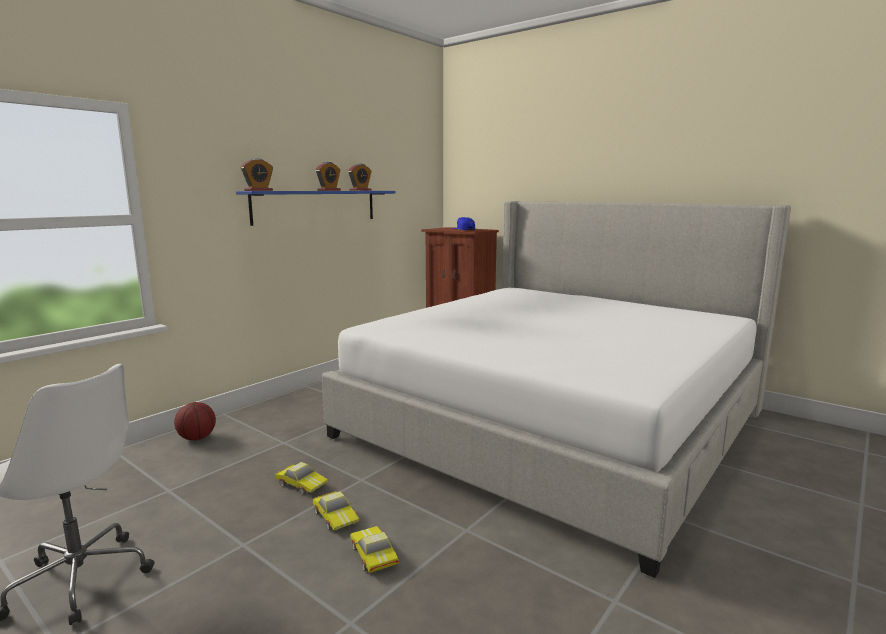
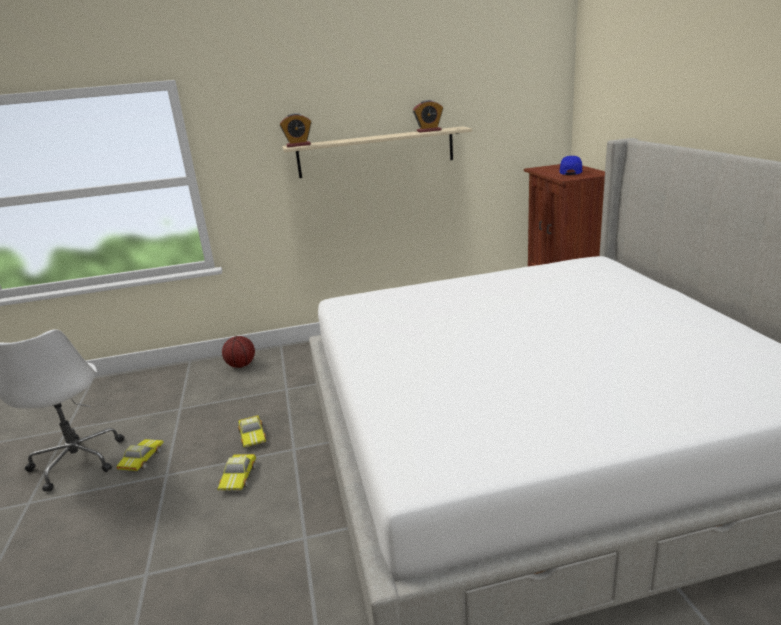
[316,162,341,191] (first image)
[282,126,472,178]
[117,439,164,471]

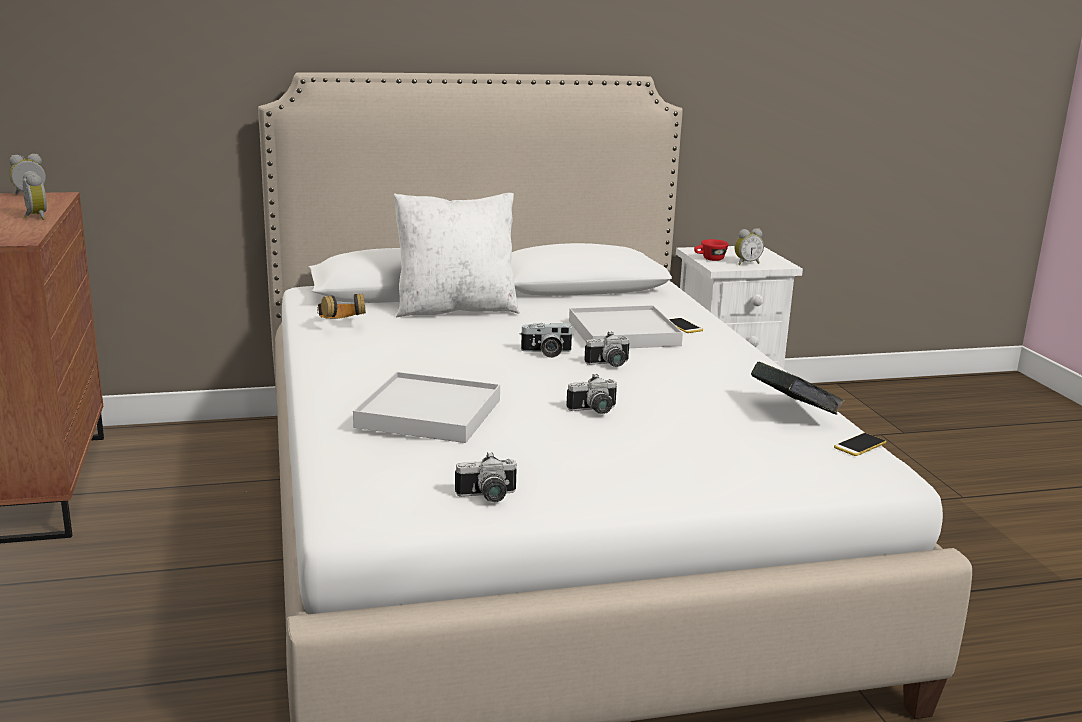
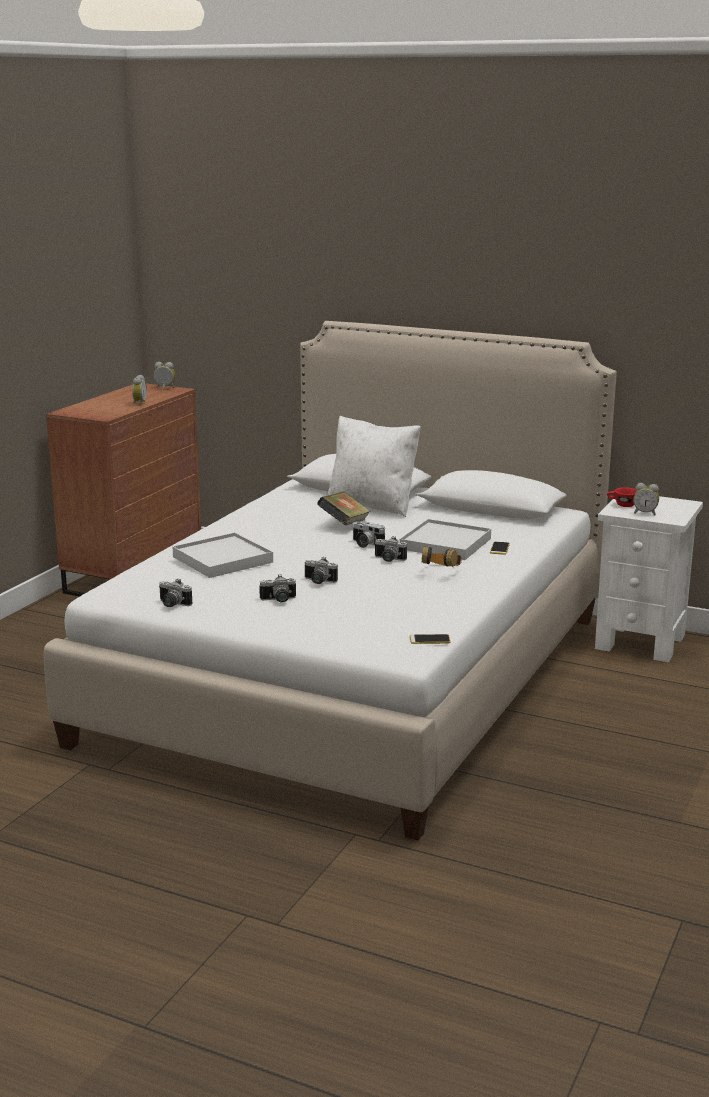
[422,547,462,567]
[317,492,371,525]
[259,574,296,603]

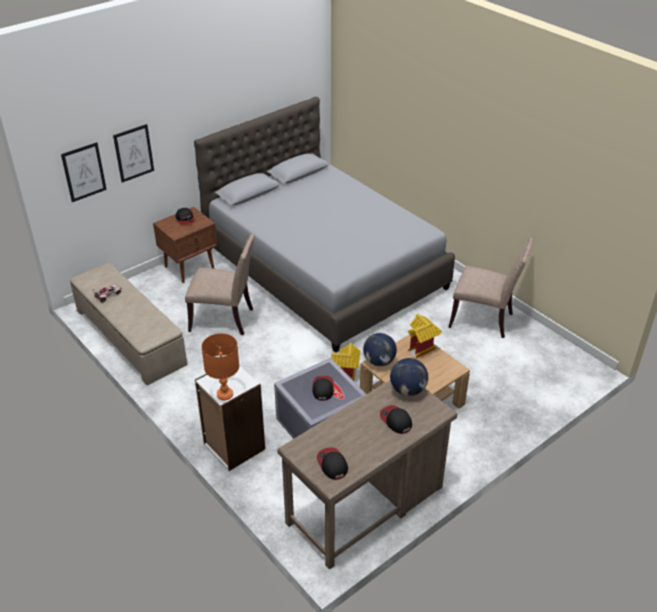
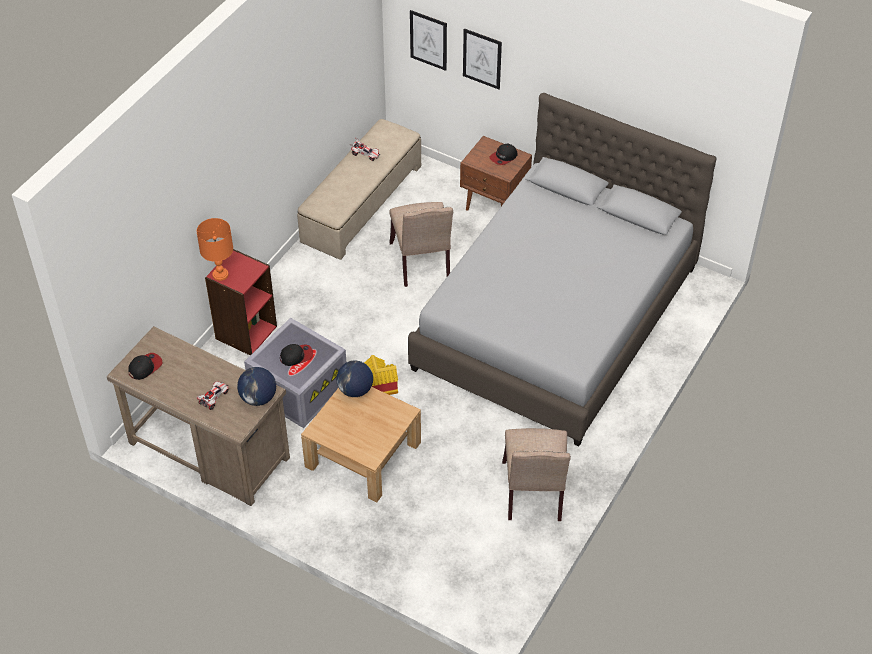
[408,314,442,358] (first image)
[205,249,277,355]
[196,381,228,410]

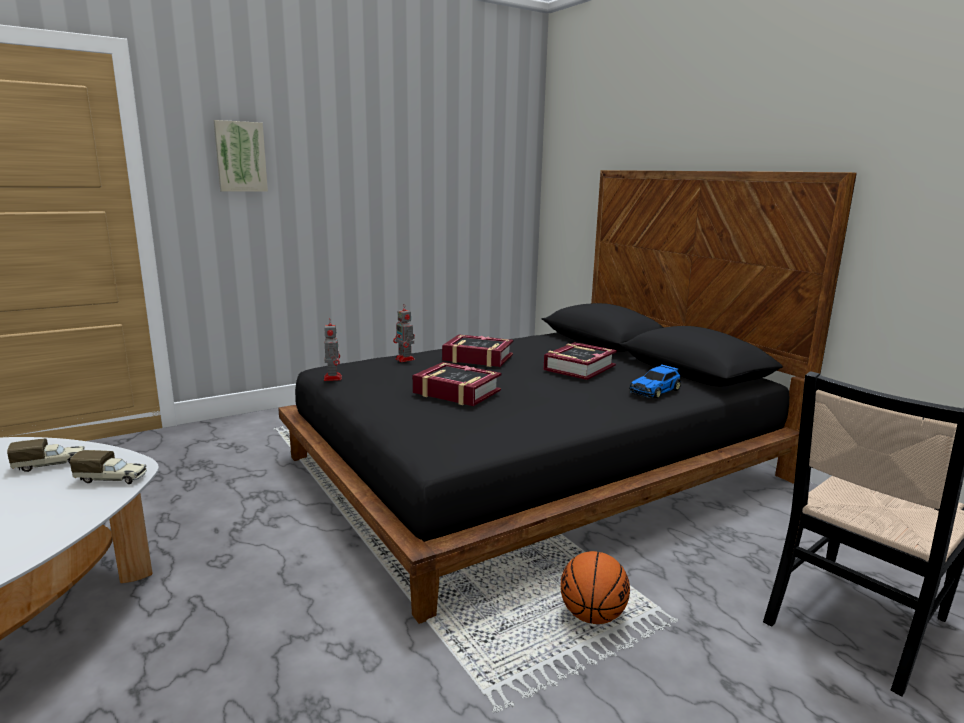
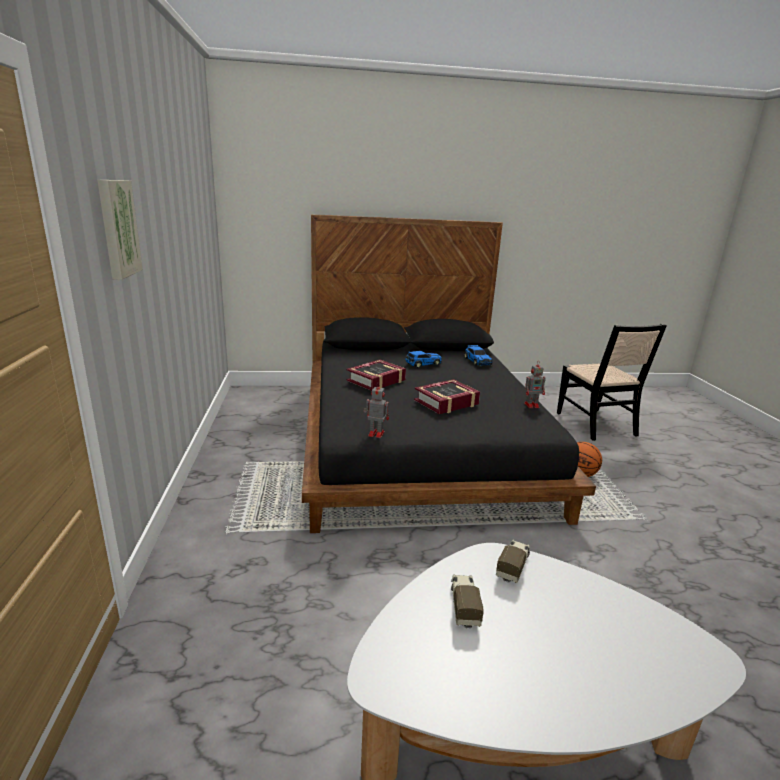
[524,361,546,408]
[405,351,442,368]

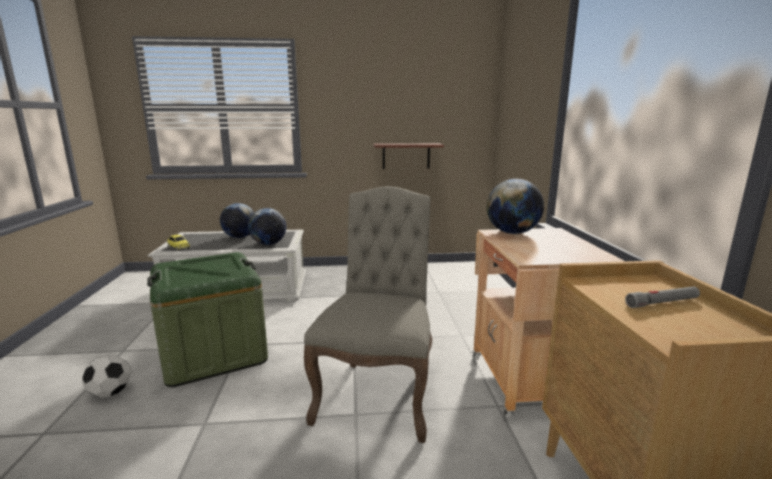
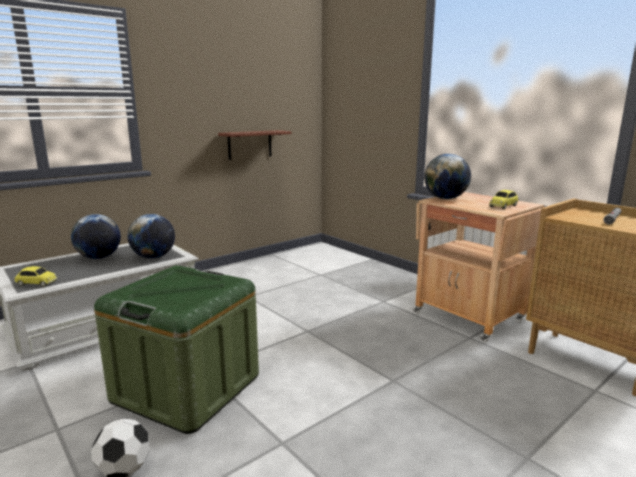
[304,186,432,443] (first image)
[489,190,518,209]

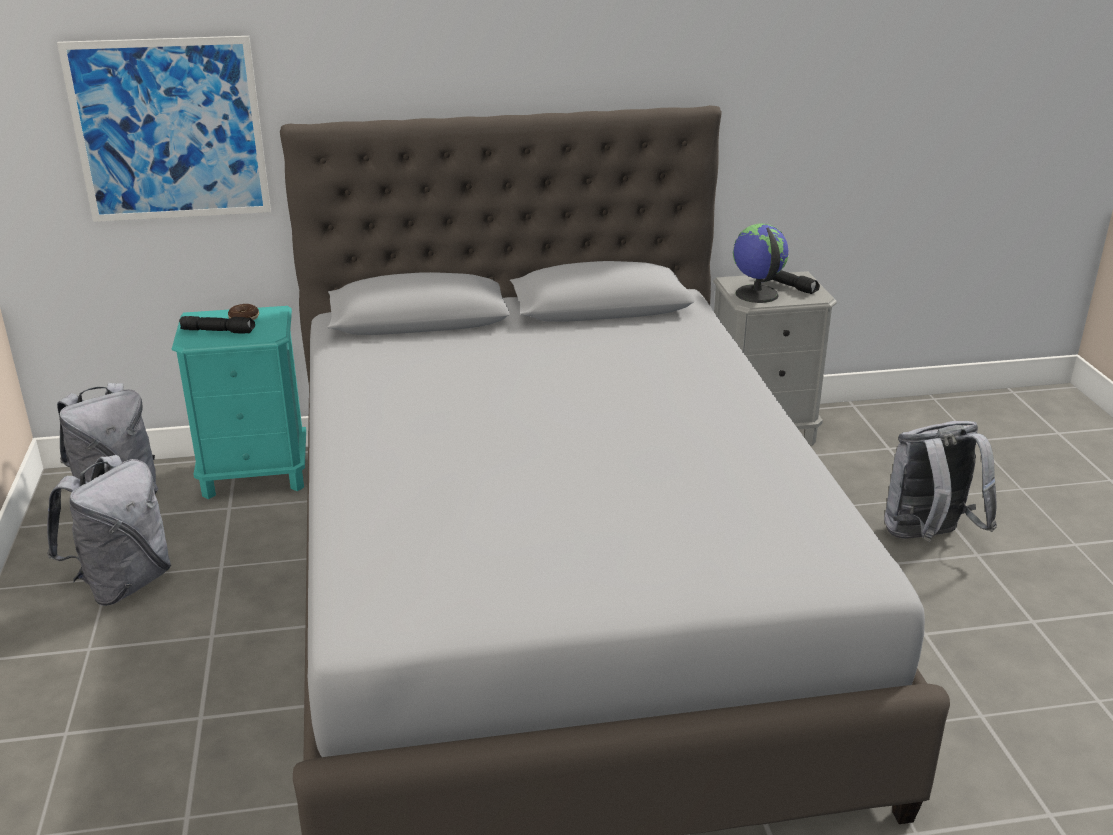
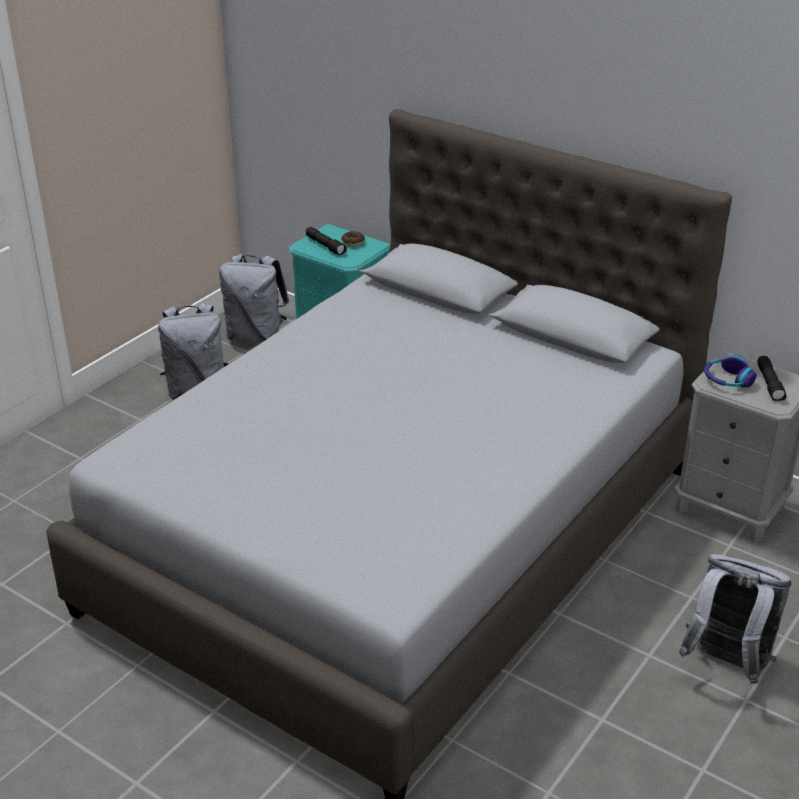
[57,36,271,222] (first image)
[704,355,757,388]

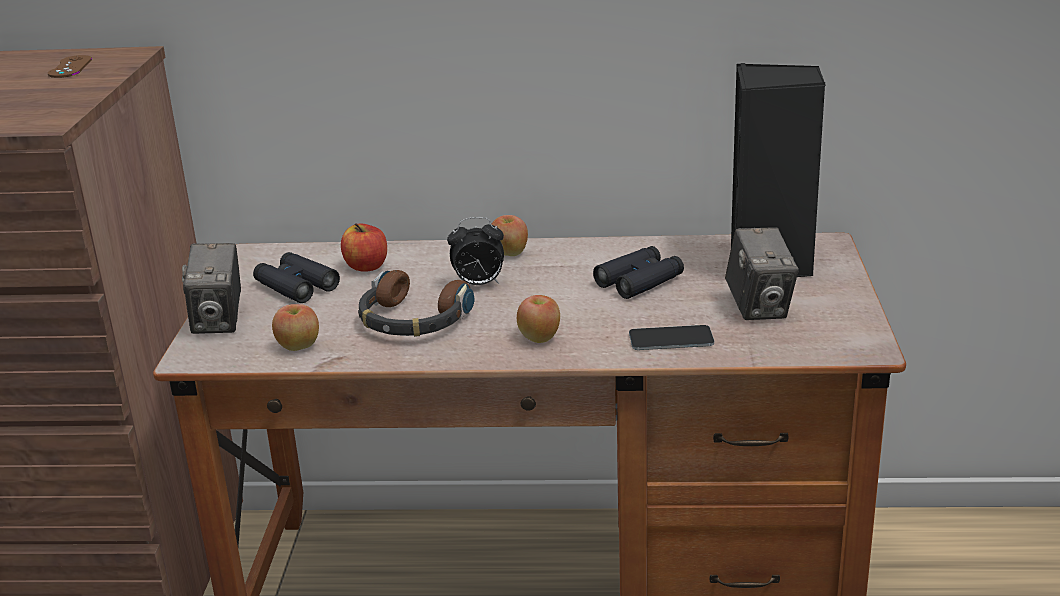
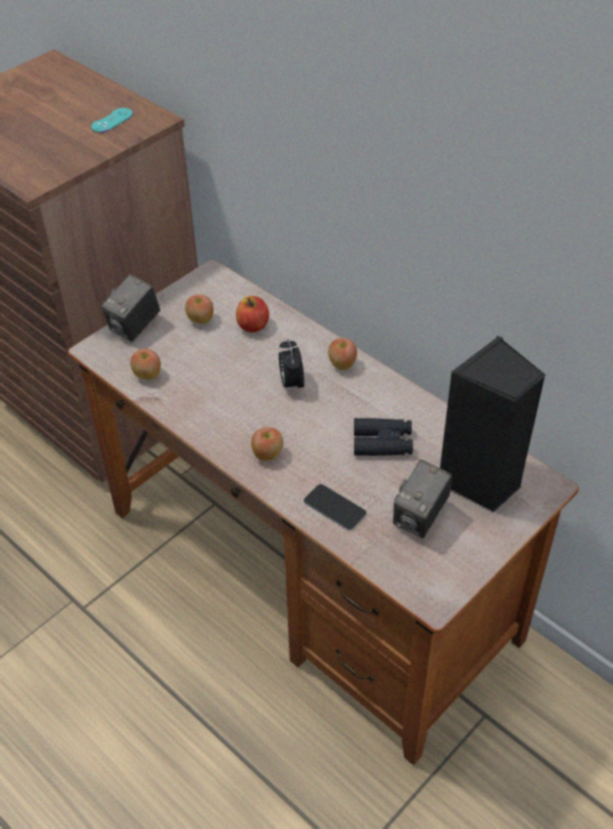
[91,108,133,133]
[279,339,304,394]
[185,294,214,325]
[358,270,474,337] (first image)

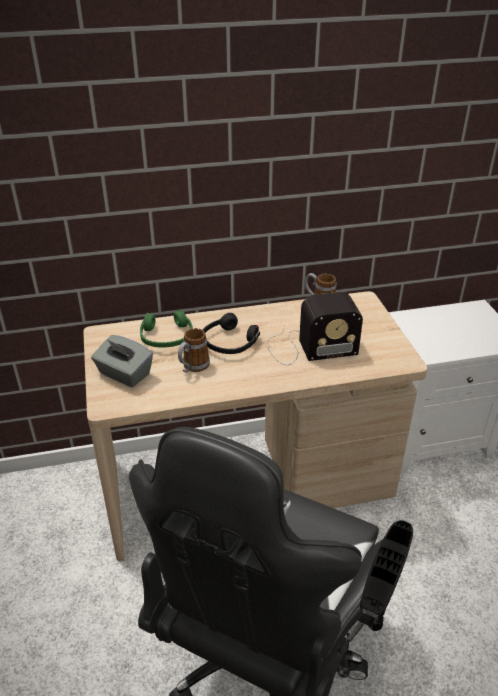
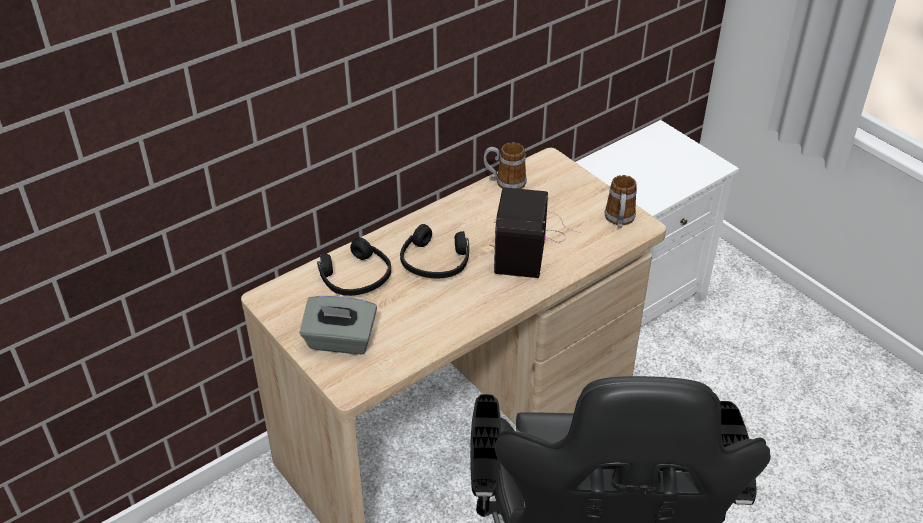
[489,187,580,278]
[317,237,391,296]
[605,175,637,228]

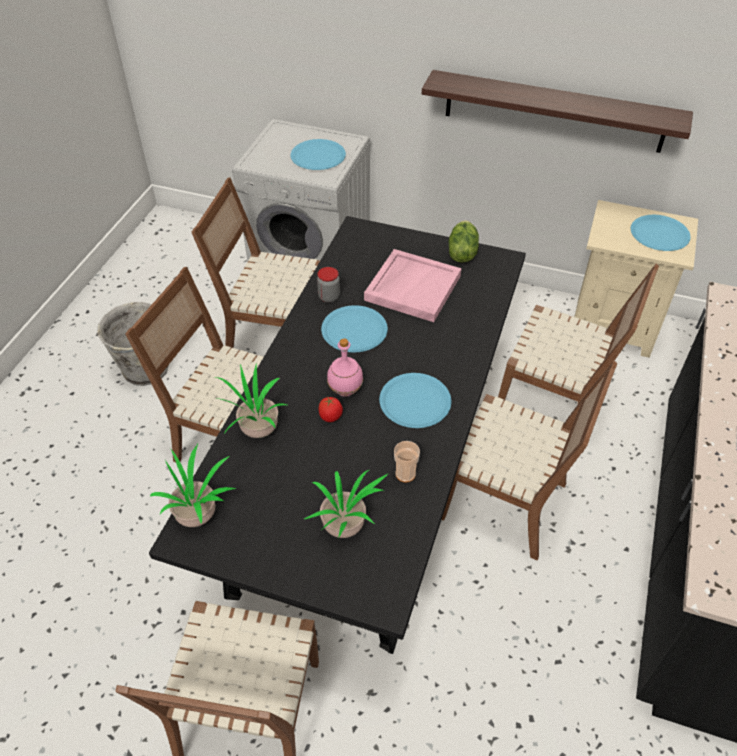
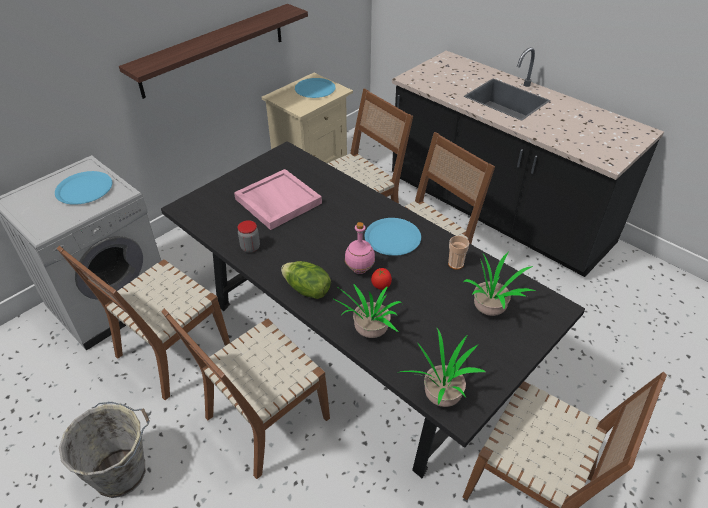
[281,261,331,299]
[321,305,388,352] (first image)

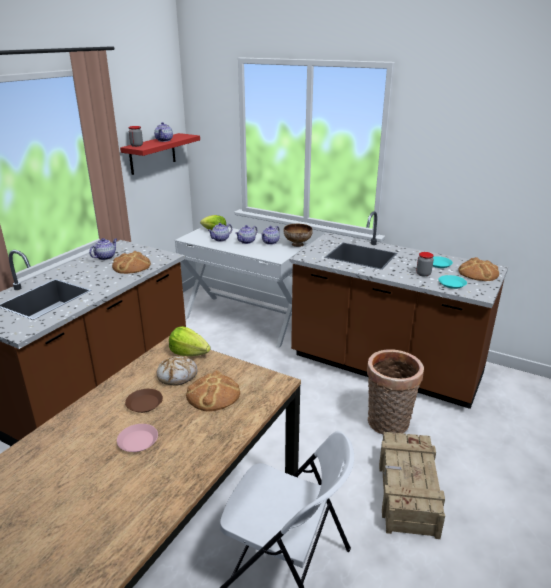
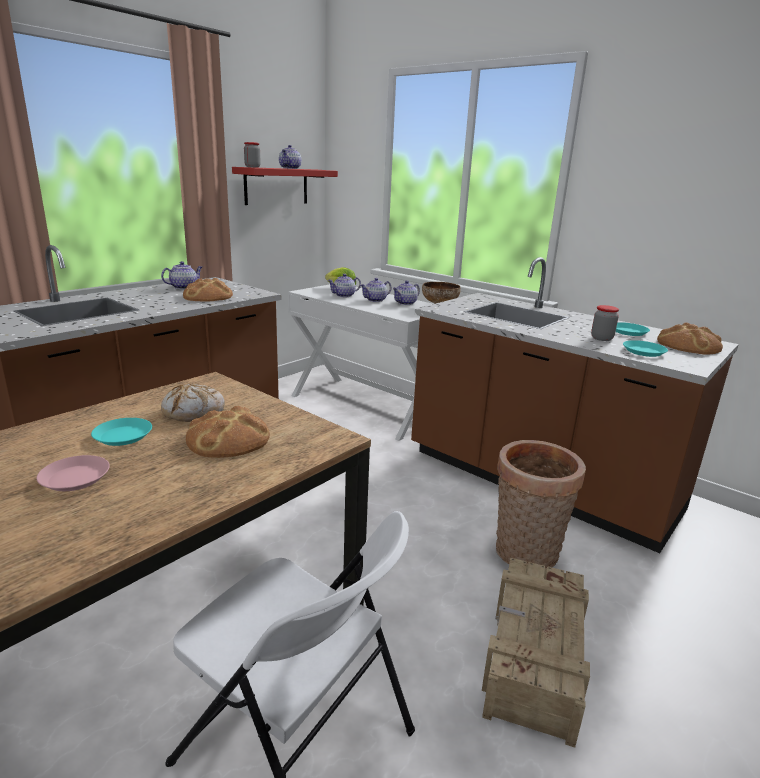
[169,326,211,356] (first image)
[91,418,152,446]

